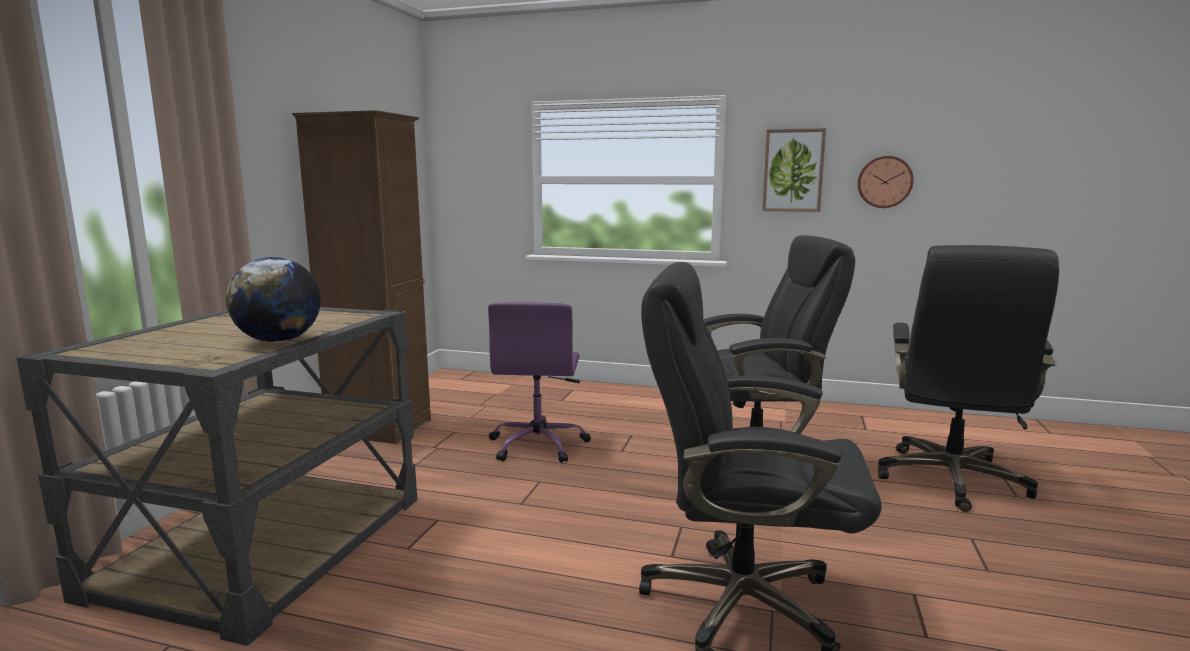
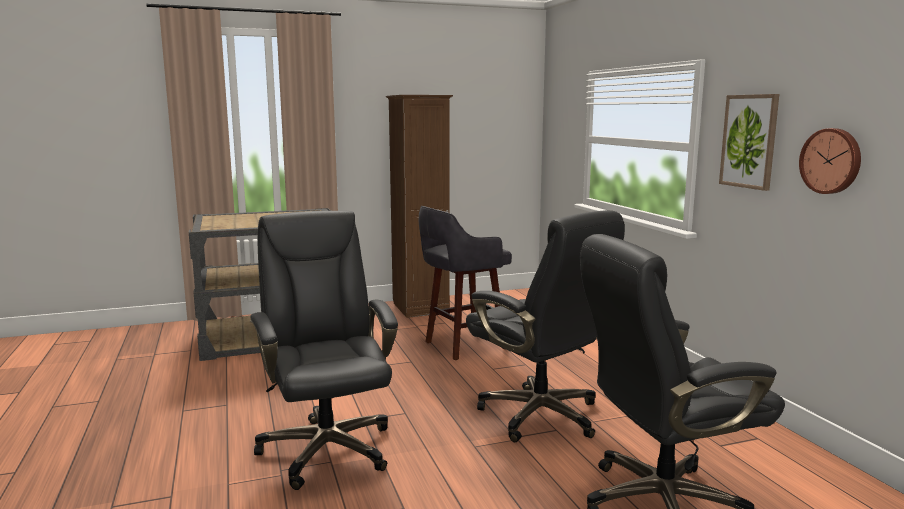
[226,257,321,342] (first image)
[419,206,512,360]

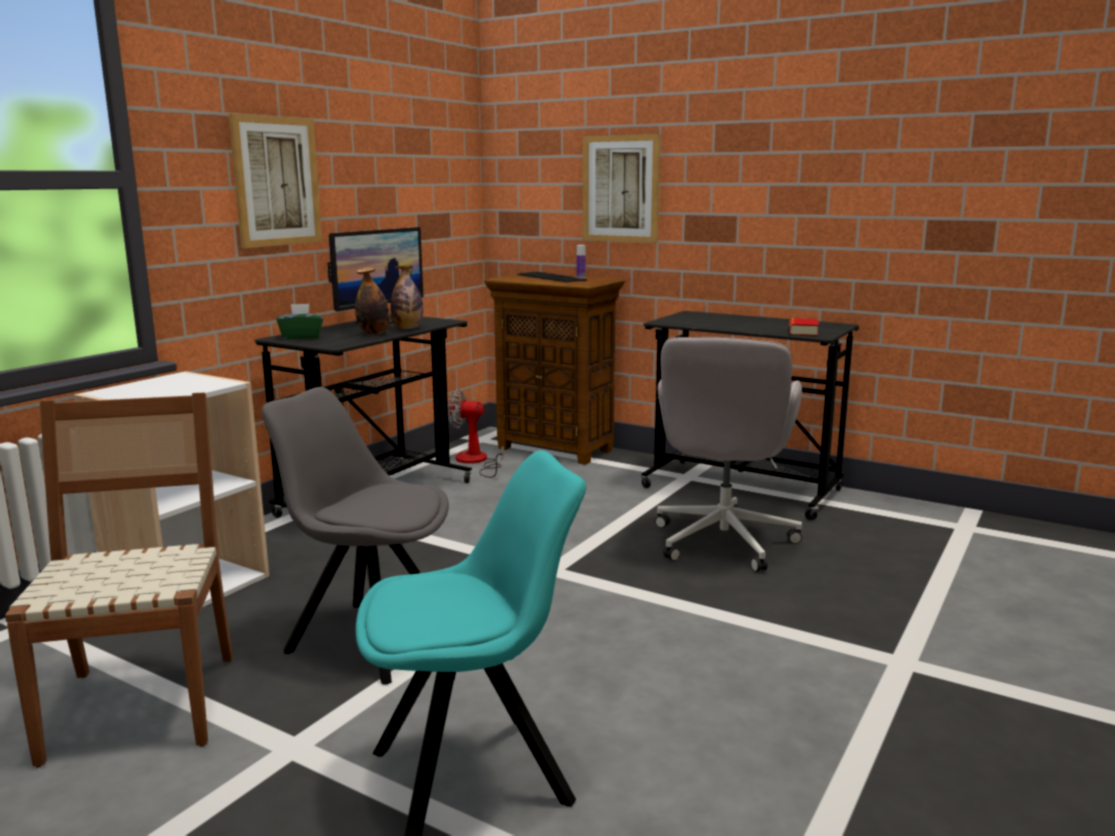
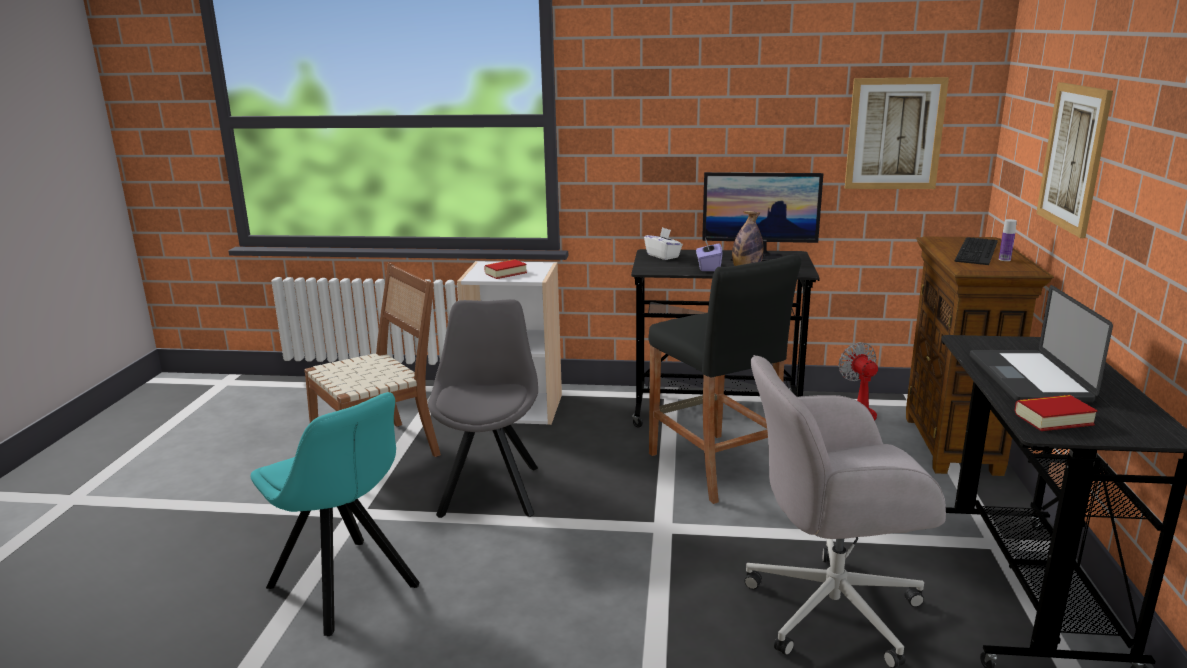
[845,77,949,189]
[696,237,722,271]
[644,227,683,260]
[648,255,801,504]
[484,259,527,279]
[970,285,1113,403]

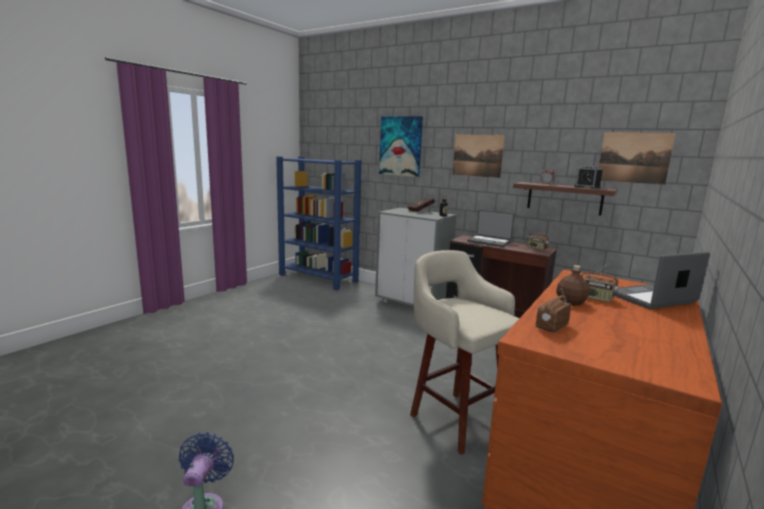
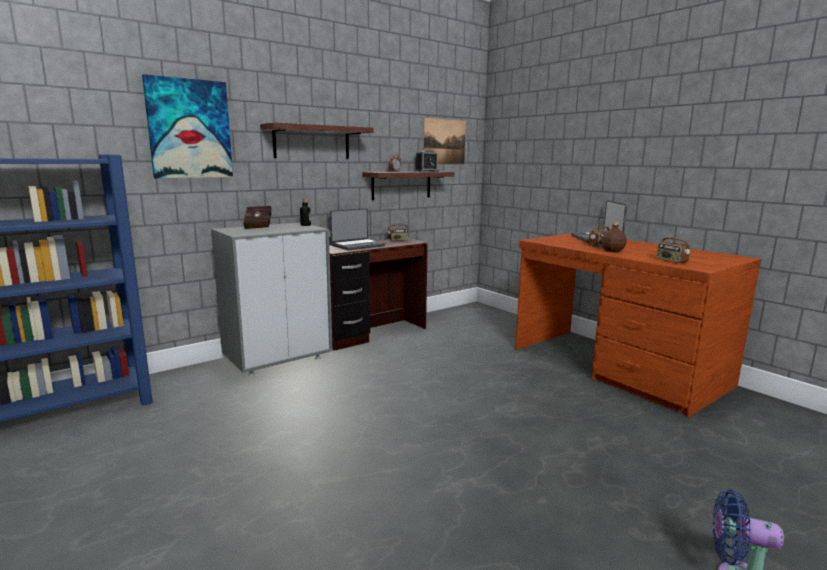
[260,122,374,159]
[410,250,519,455] (first image)

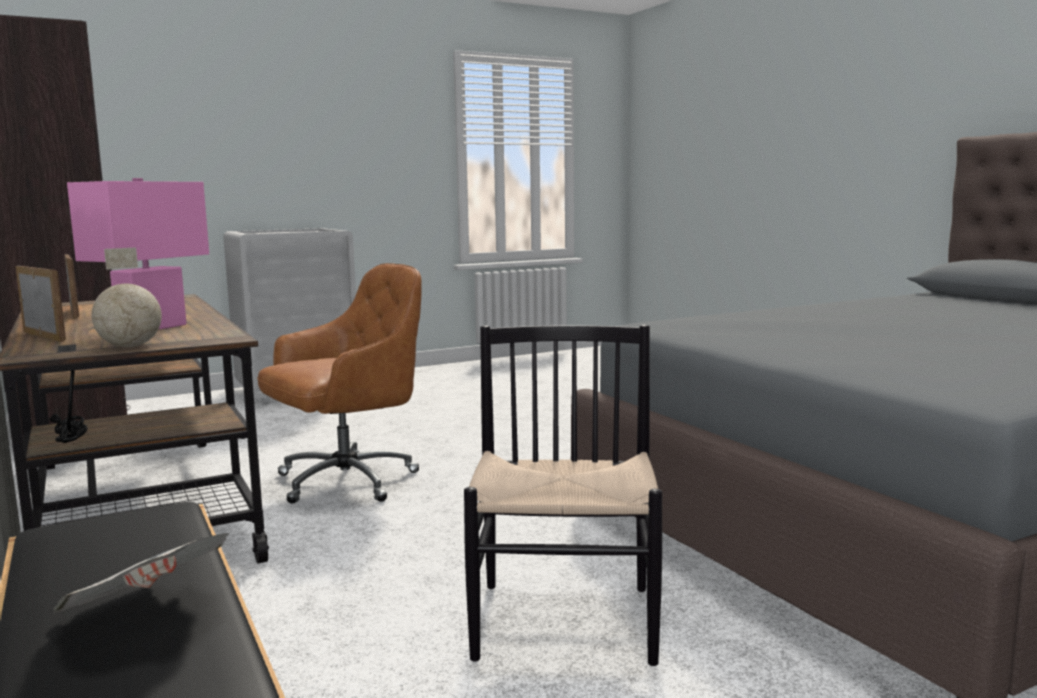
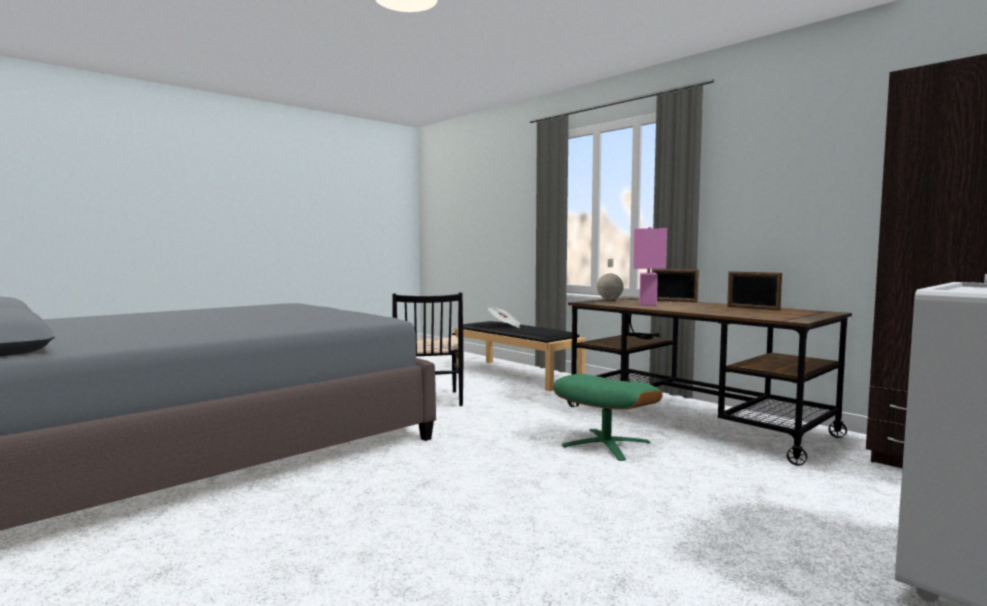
[553,374,663,461]

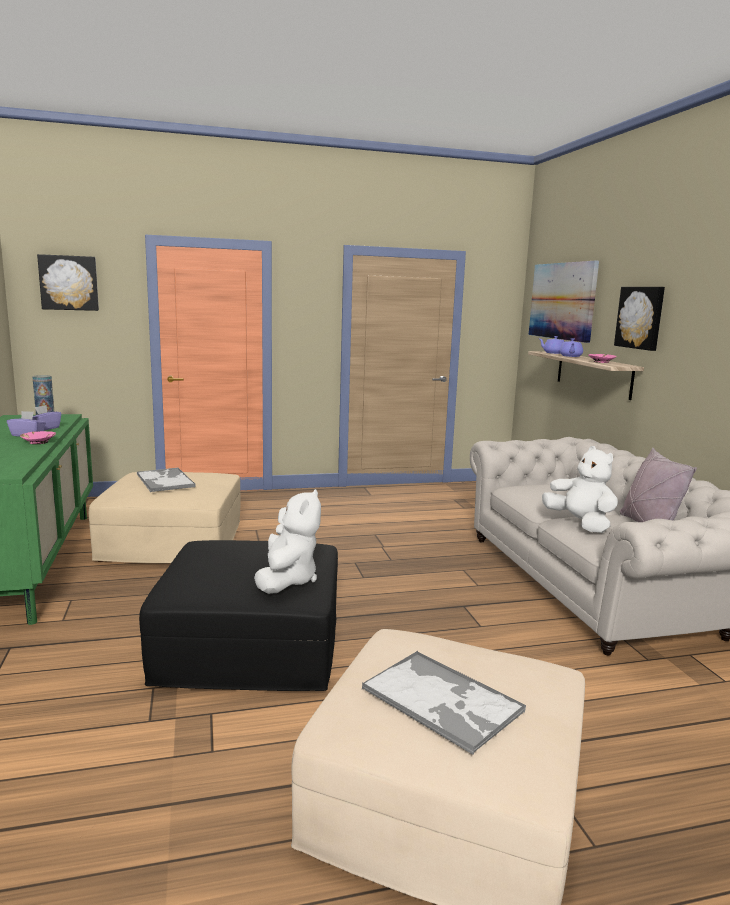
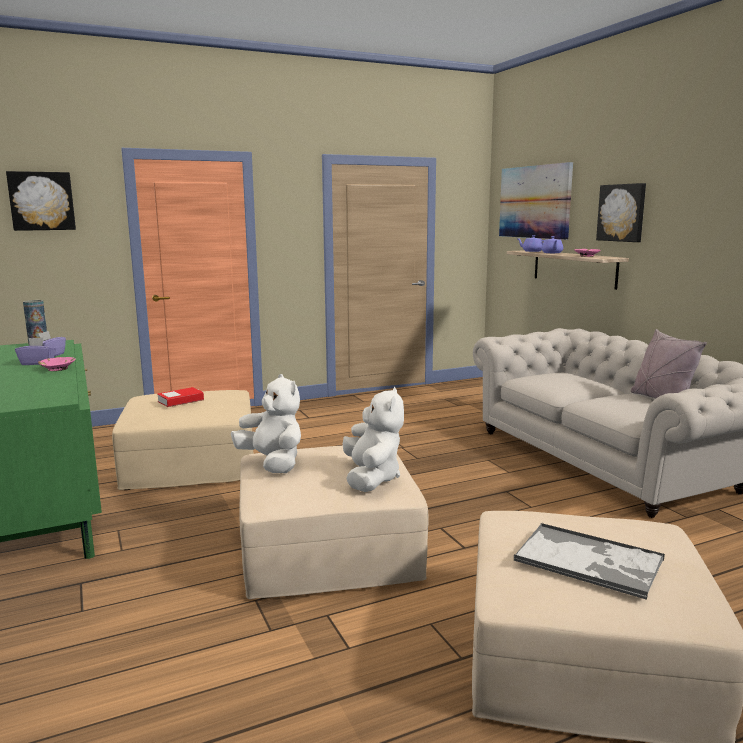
[231,374,301,473]
[157,387,204,407]
[240,446,429,599]

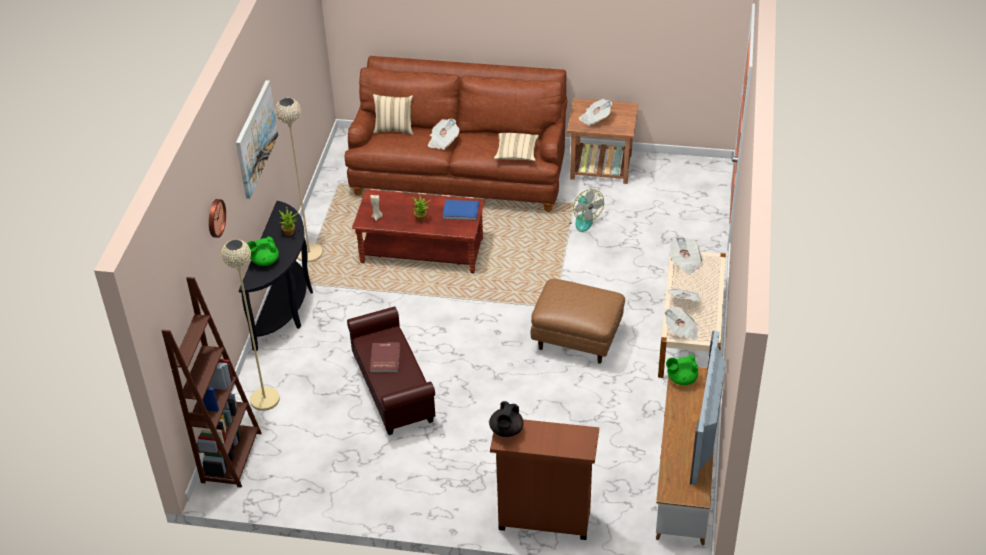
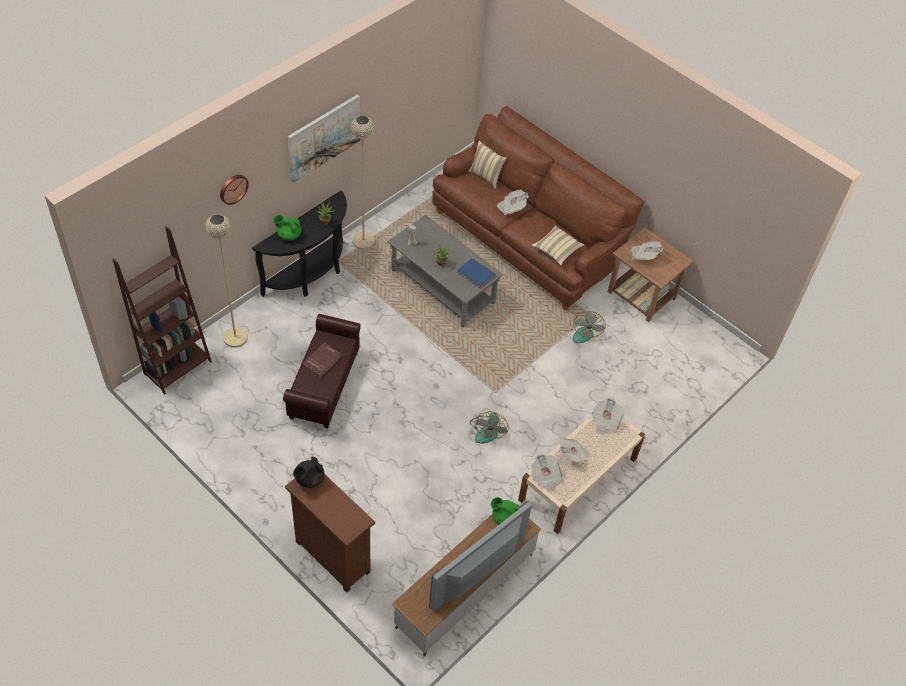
[388,215,503,327]
[470,411,509,444]

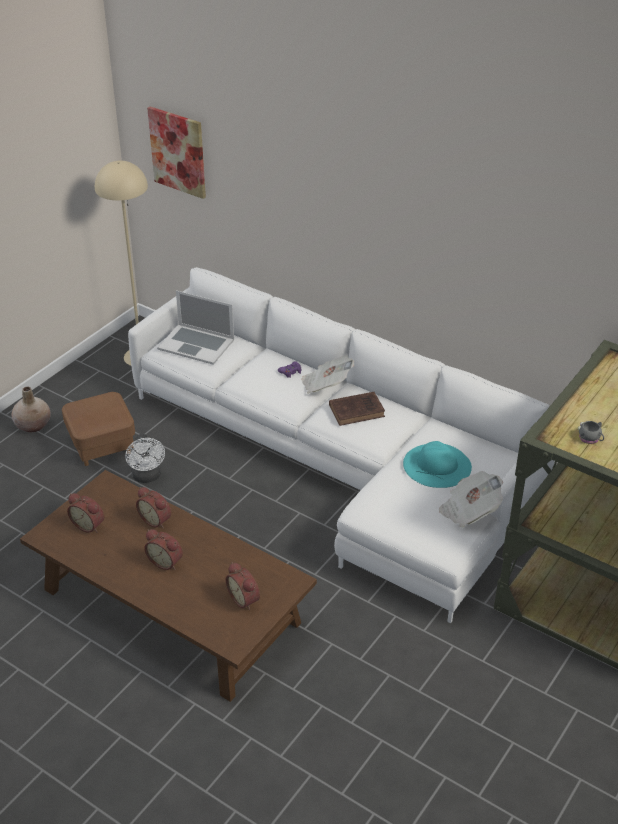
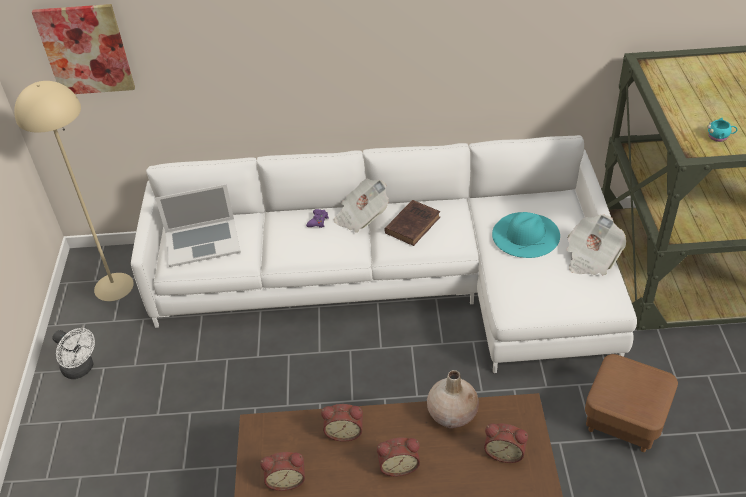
[427,370,479,428]
[585,354,678,452]
[707,118,737,142]
[52,328,95,379]

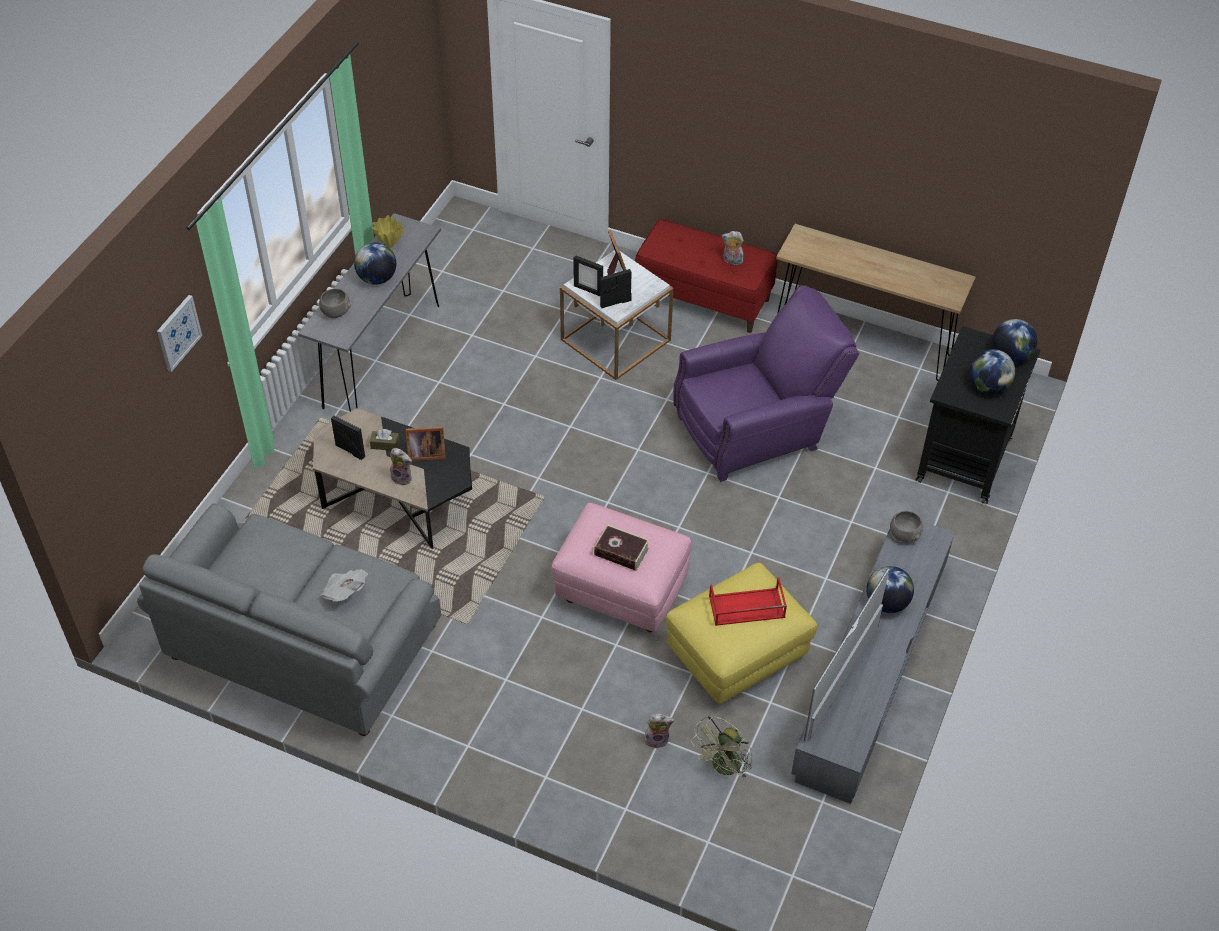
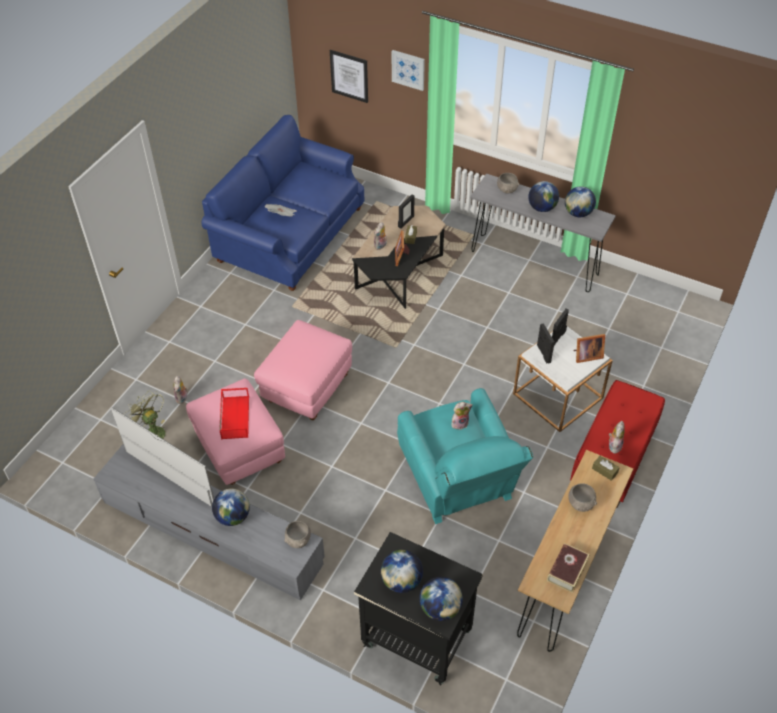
[565,186,596,217]
[397,388,533,524]
[201,115,364,291]
[547,543,590,593]
[186,378,285,485]
[330,50,368,103]
[451,402,473,430]
[592,456,620,481]
[568,483,597,512]

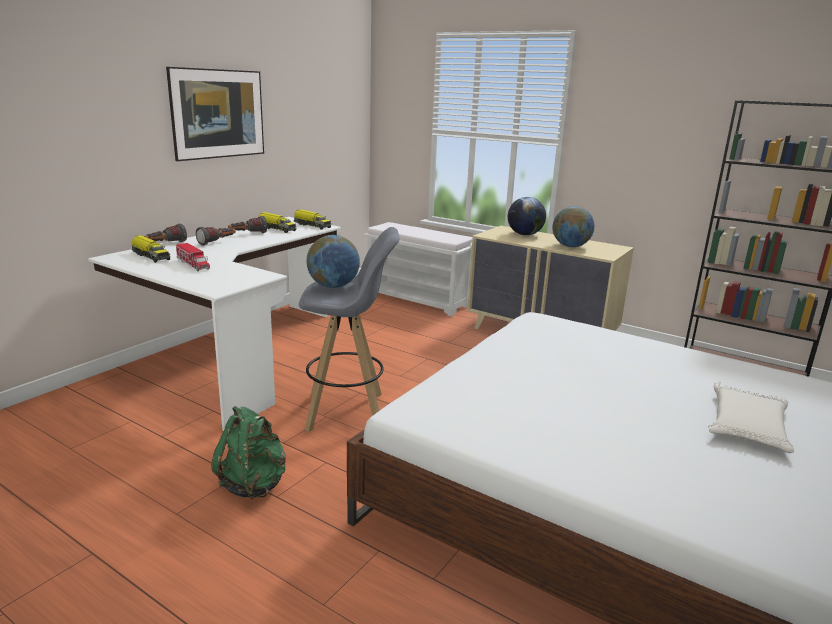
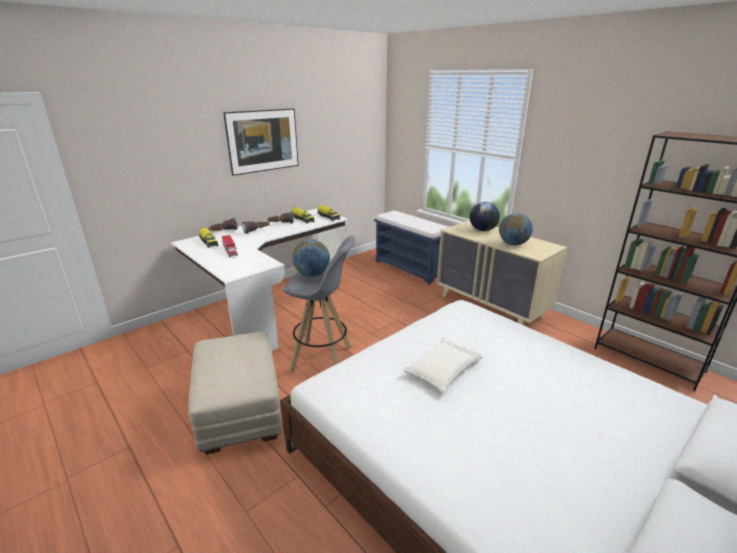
[374,210,449,285]
[403,338,483,393]
[188,331,282,454]

